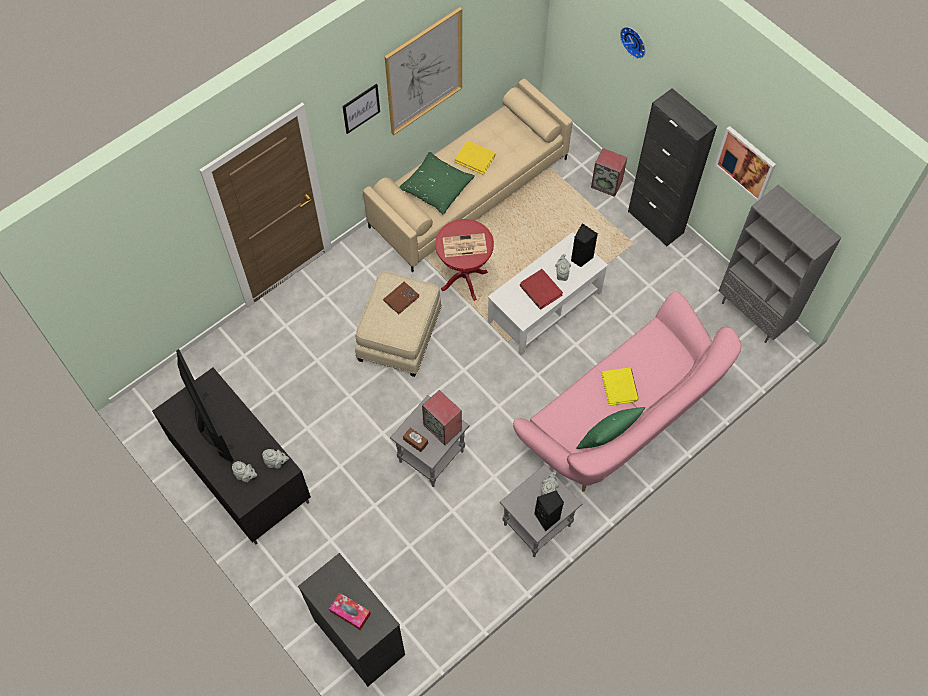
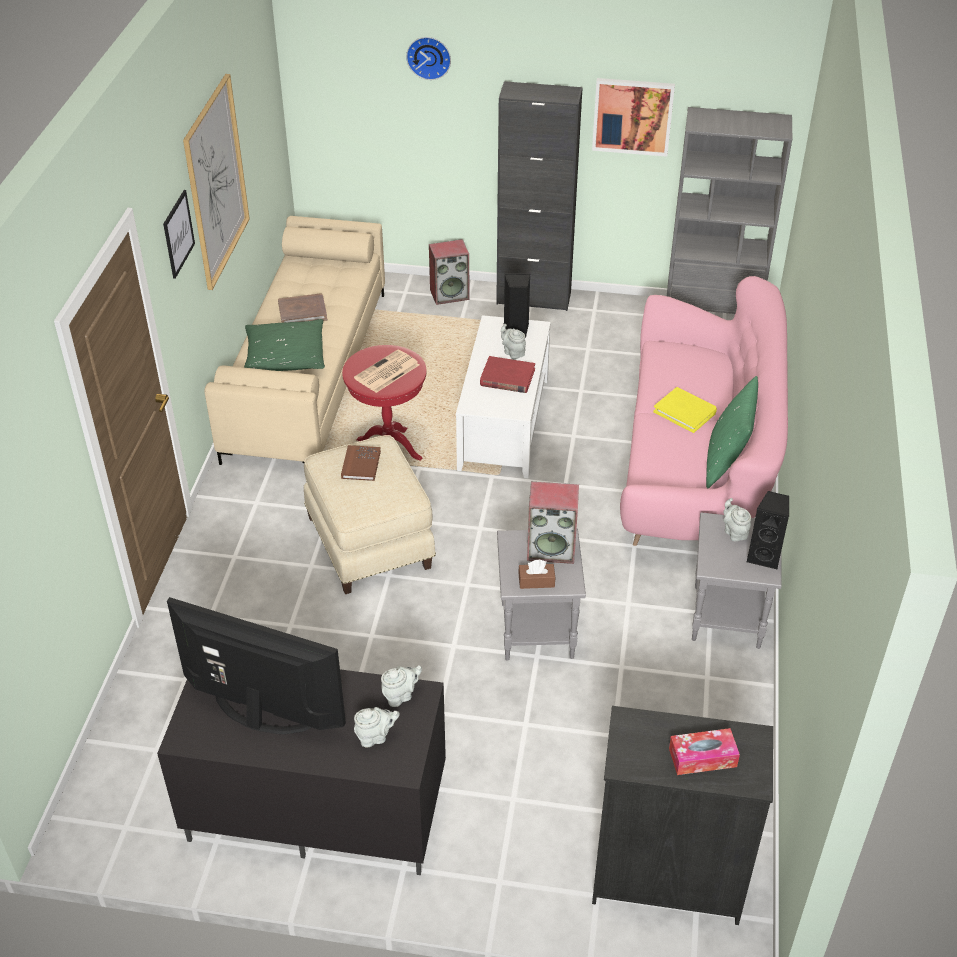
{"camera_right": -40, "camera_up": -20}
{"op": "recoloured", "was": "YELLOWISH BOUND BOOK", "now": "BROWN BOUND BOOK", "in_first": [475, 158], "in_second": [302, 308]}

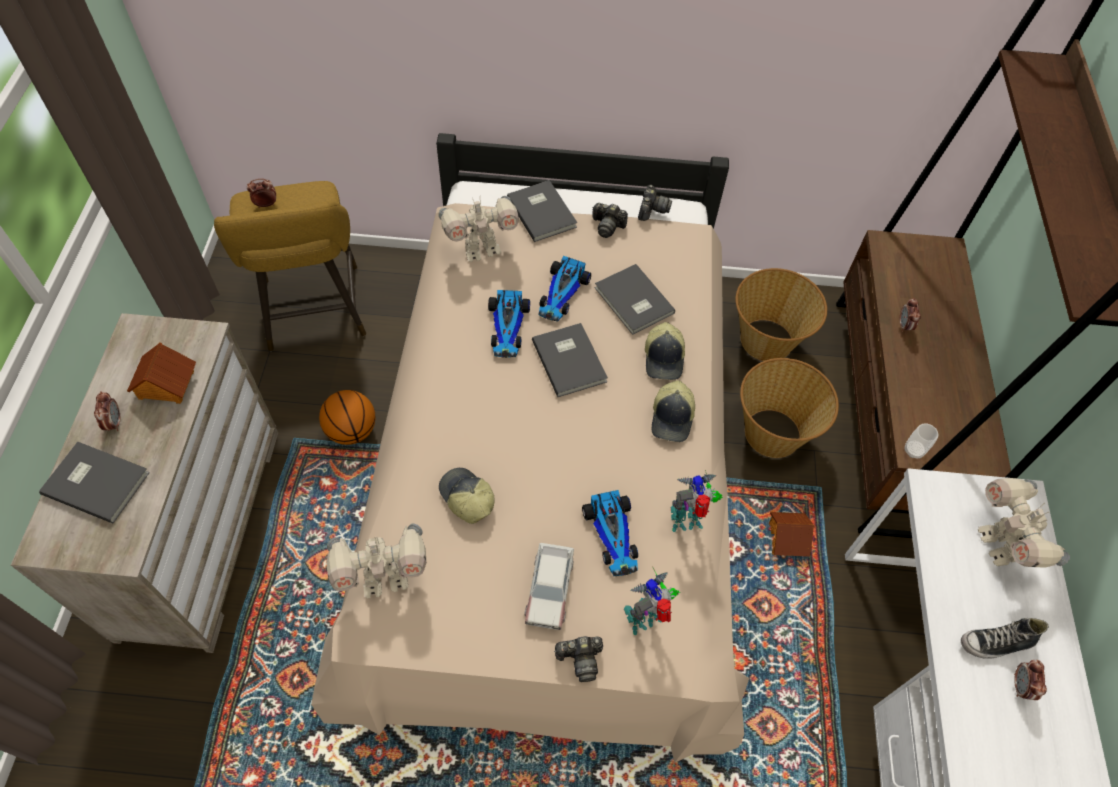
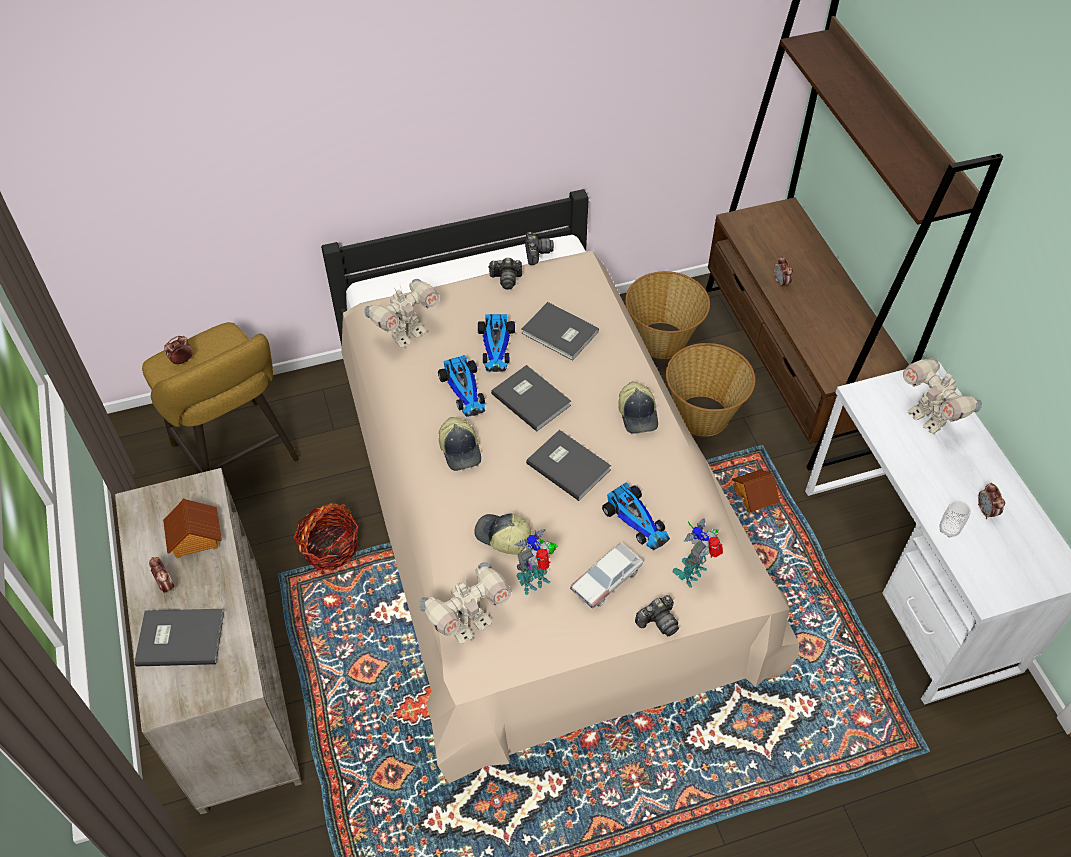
{"camera_right": -20, "camera_up": -5}
{"op": "moved", "was": "GREY BOUND BOOK", "in_first": [542, 211], "in_second": [568, 465]}
{"op": "moved", "was": "PEAKED CAP", "in_first": [665, 351], "in_second": [460, 444]}
{"op": "replaced", "was": "BALL FOR BASKETBALL", "now": "HOUSEHOLD BASKET", "in_first": [347, 417], "in_second": [326, 536]}
{"op": "moved", "was": "CUP", "in_first": [921, 441], "in_second": [955, 518]}
{"op": "moved", "was": "ROBOT FIGURE", "in_first": [697, 501], "in_second": [535, 562]}
{"op": "turned", "was": "MODEL CAR", "in_first": [549, 586], "in_second": [606, 575], "clockwise": 60}
{"op": "removed", "was": "LOW SHOE", "in_first": [1004, 638]}

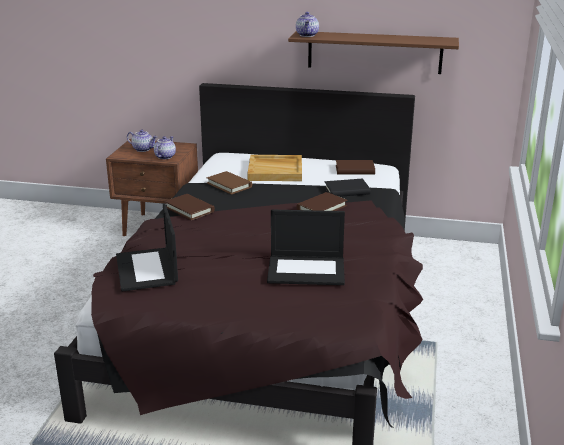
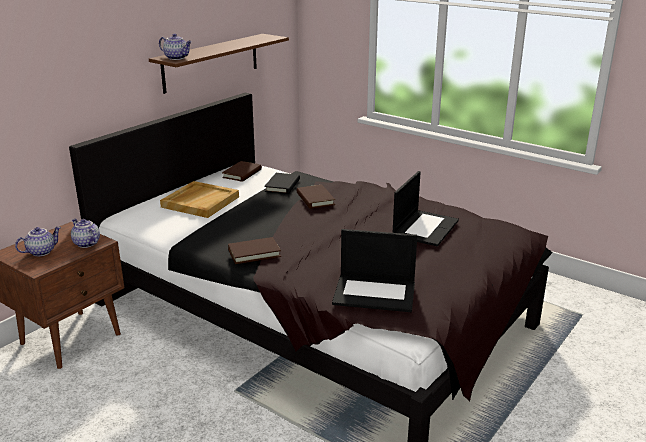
{"camera_right": -65, "camera_up": 0}
{"op": "removed", "was": "BROWN BOUND BOOK", "in_first": [229, 183]}

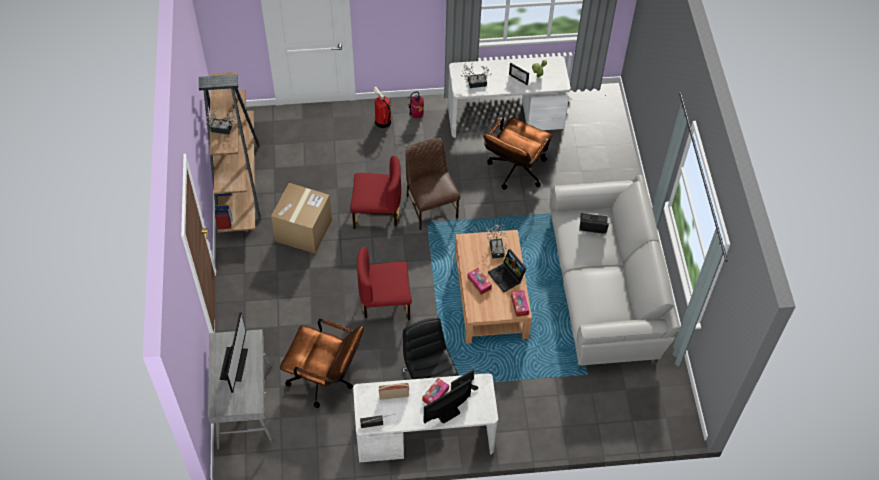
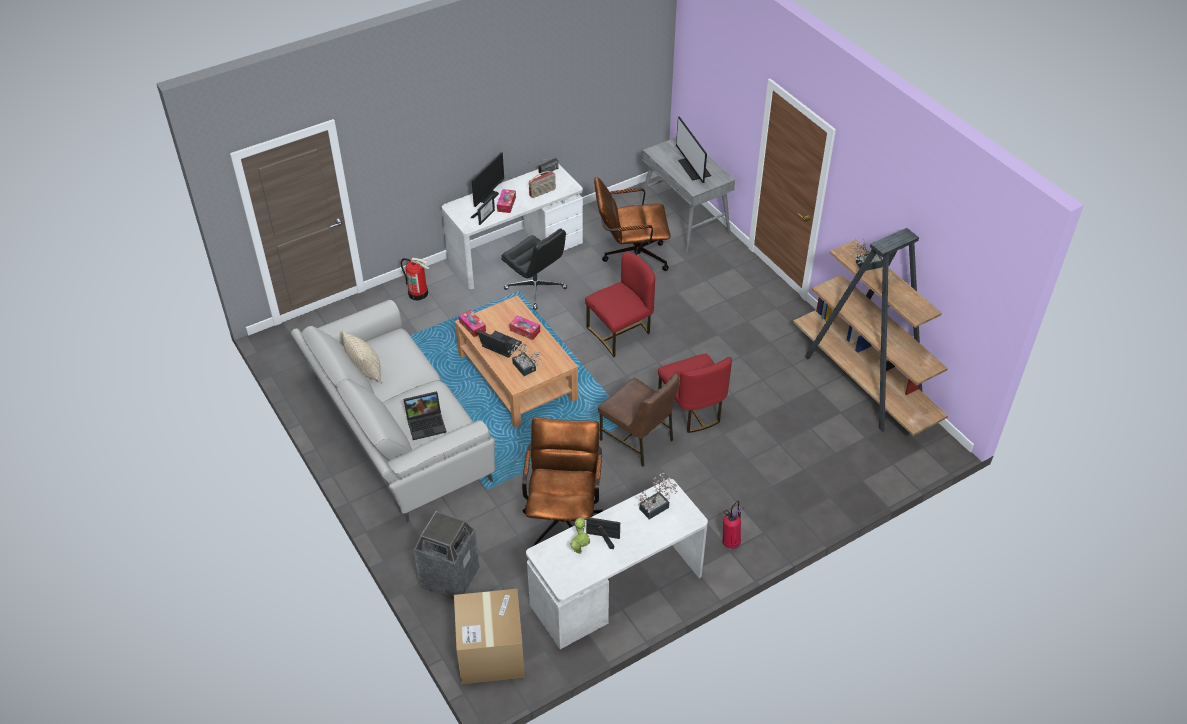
{"camera_right": 155, "camera_up": -10}
{"op": "moved", "was": "EXTINGUISHER", "in_first": [382, 107], "in_second": [415, 278]}
{"op": "turned", "was": "RED-COLOURED UPRIGHT CHAIR", "in_first": [375, 192], "in_second": [695, 393], "clockwise": -90}
{"op": "moved", "was": "PACKING BOX", "in_first": [301, 218], "in_second": [489, 636]}
{"op": "added", "now": "BEIGE-COLOURED PILLOW", "in_second": [362, 357]}
{"op": "added", "now": "TRASH CAN", "in_second": [447, 555]}

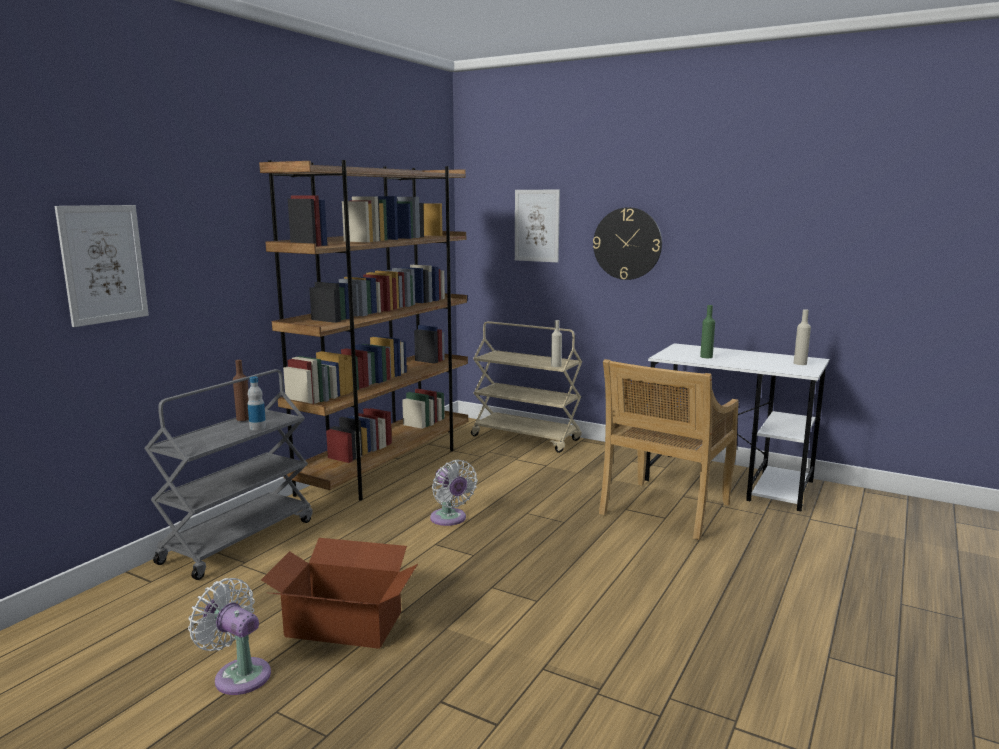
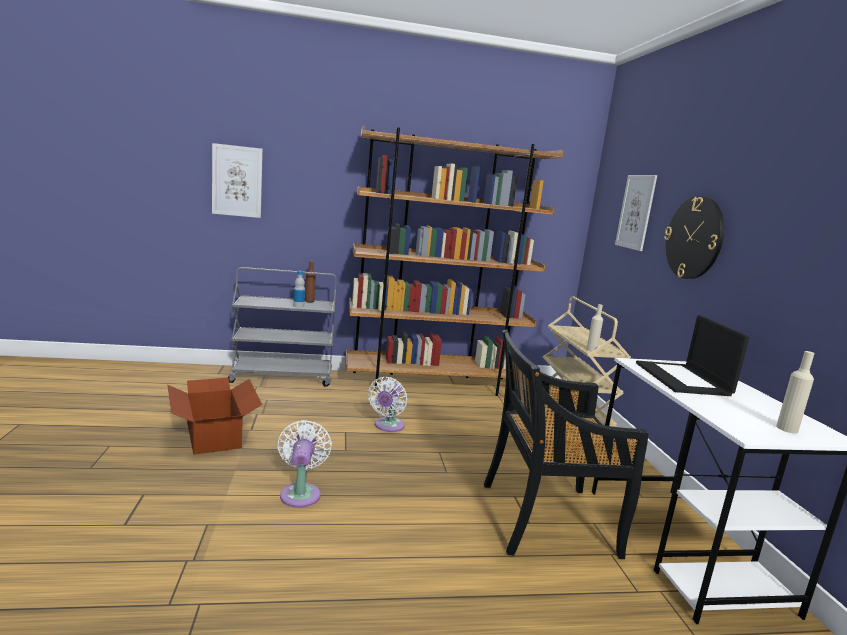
{"camera_right": 50, "camera_up": 0}
{"op": "replaced", "was": "GREEN BEVERAGE BOTTLE", "now": "LAPTOP", "in_first": [707, 331], "in_second": [692, 355]}
{"op": "recoloured", "was": "BEIGE-COLOURED UPRIGHT CHAIR", "now": "BLACK UPRIGHT CHAIR", "in_first": [669, 449], "in_second": [566, 444]}
{"op": "moved", "was": "WHITE-COLOURED COOLING FAN", "in_first": [229, 636], "in_second": [304, 464]}

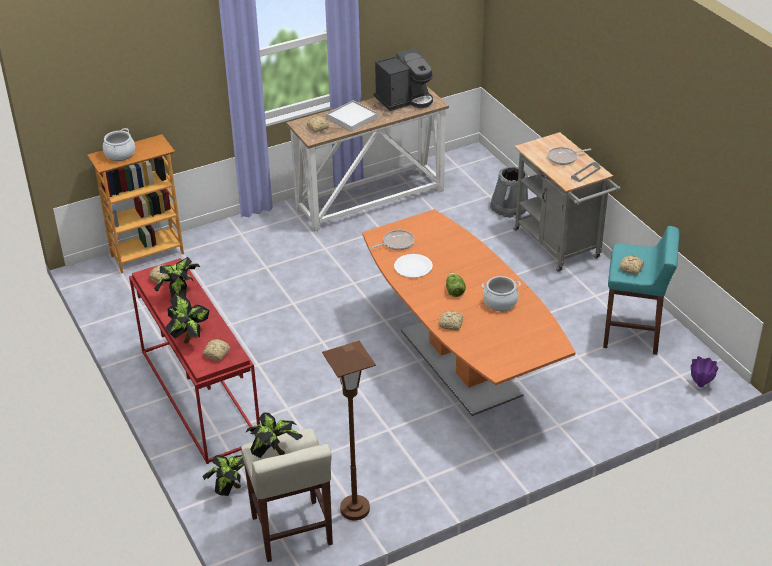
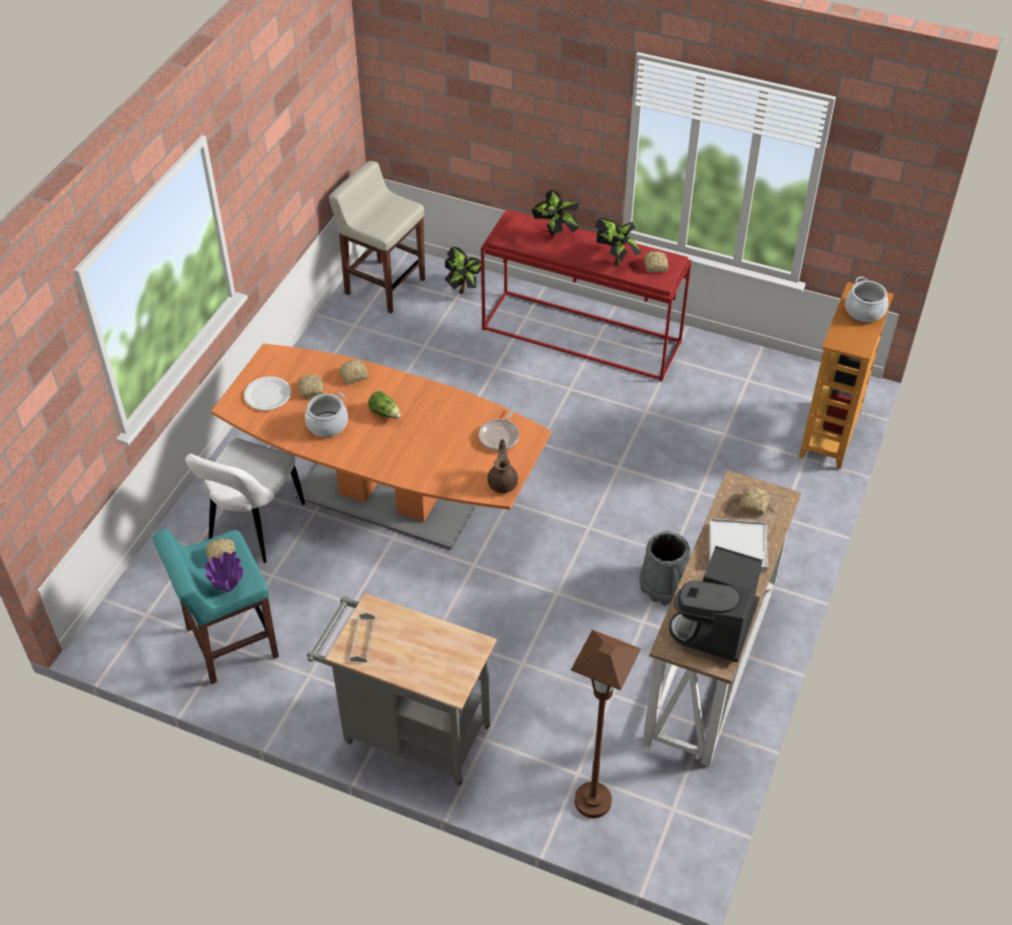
{"camera_right": 140, "camera_up": 10}
{"op": "removed", "was": "SKILLET", "in_first": [569, 156]}
{"op": "moved", "was": "GREY WATER BUCKET", "in_first": [509, 192], "in_second": [664, 568]}
{"op": "moved", "was": "WHITE-COLOURED PLATE", "in_first": [413, 266], "in_second": [267, 393]}
{"op": "moved", "was": "BAKERY BREAD", "in_first": [216, 350], "in_second": [311, 386]}
{"op": "moved", "was": "BROWN STANDARD LAMP", "in_first": [349, 430], "in_second": [606, 724]}
{"op": "moved", "was": "PURPLISH DECORATIVE VASE", "in_first": [705, 371], "in_second": [223, 571]}
{"op": "removed", "was": "PLANT IN A POT", "in_first": [274, 435]}
{"op": "added", "now": "WHITE-COLOURED UPRIGHT CHAIR", "in_second": [245, 500]}
{"op": "added", "now": "BROWN POT FOR TEA", "in_second": [502, 466]}

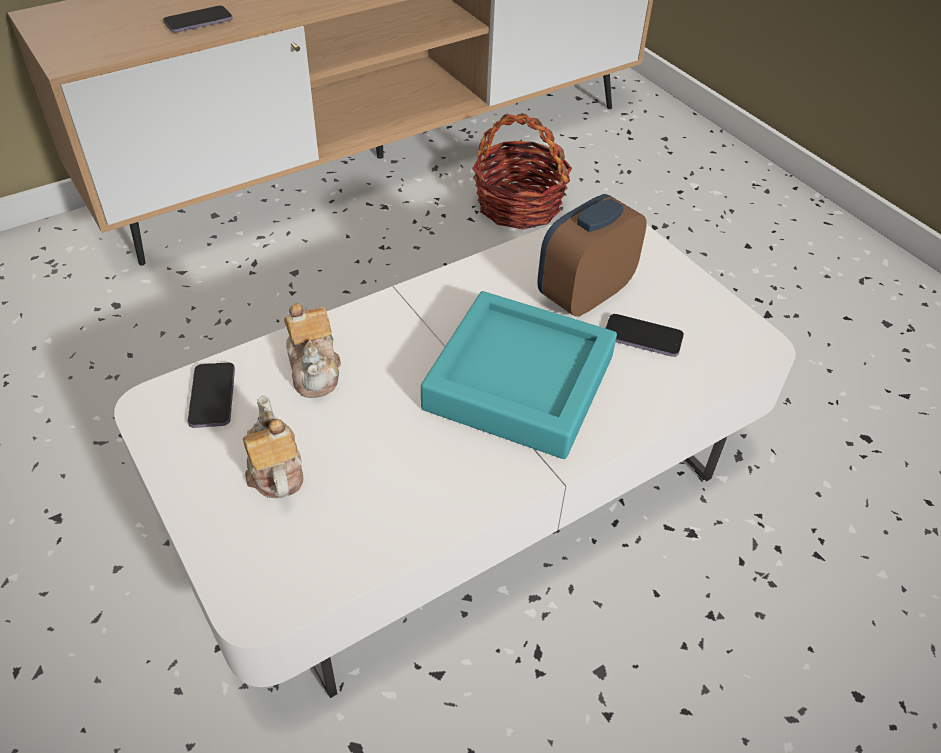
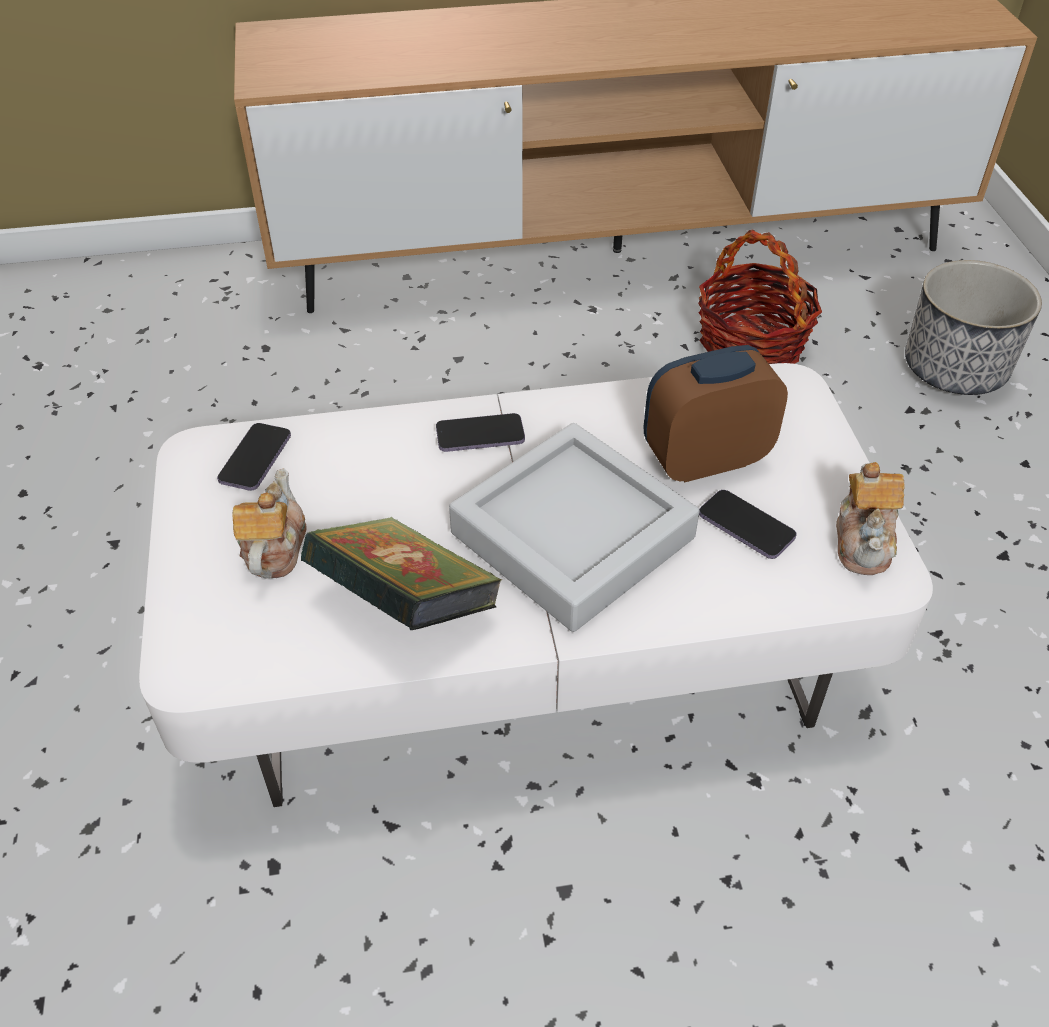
{"camera_right": 25, "camera_up": 0}
{"op": "moved", "was": "PHONE", "in_first": [197, 19], "in_second": [480, 432]}
{"op": "recoloured", "was": "TURQUOISE CARRYING TRAY", "now": "GREY CARRYING TRAY", "in_first": [519, 375], "in_second": [574, 527]}
{"op": "moved", "was": "POT FOR TEA", "in_first": [312, 350], "in_second": [870, 518]}
{"op": "added", "now": "FLOWER POT", "in_second": [973, 327]}
{"op": "added", "now": "BOUND BOOK", "in_second": [402, 573]}

